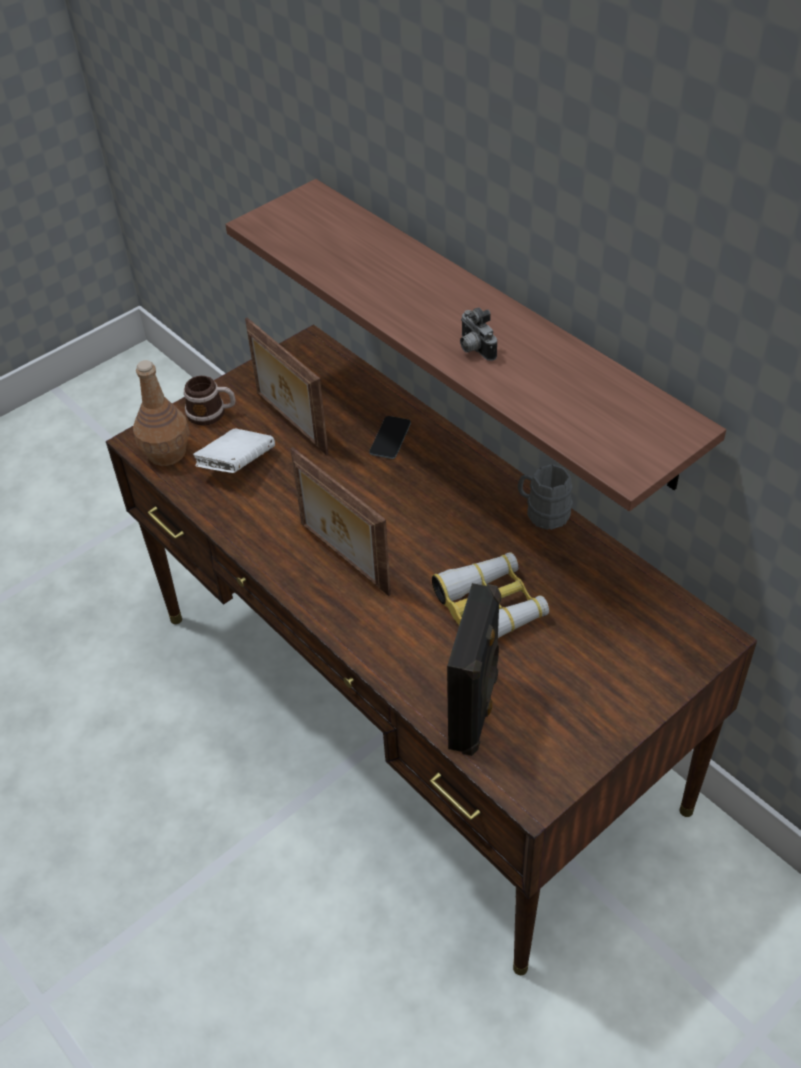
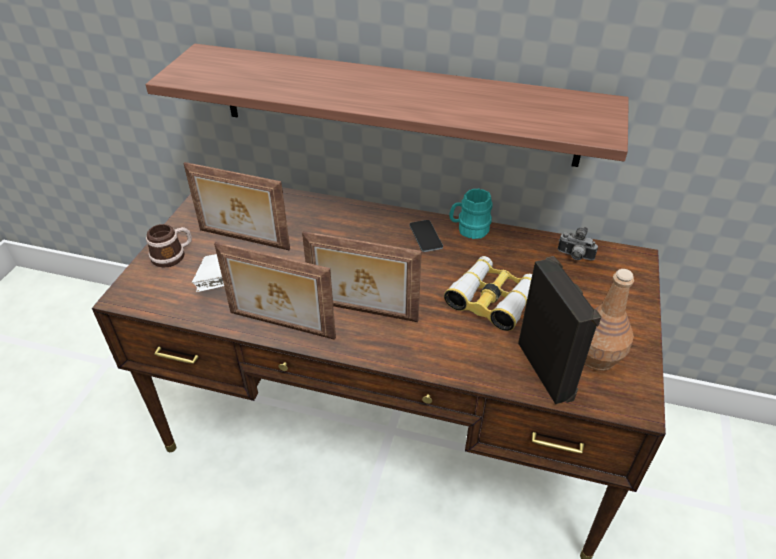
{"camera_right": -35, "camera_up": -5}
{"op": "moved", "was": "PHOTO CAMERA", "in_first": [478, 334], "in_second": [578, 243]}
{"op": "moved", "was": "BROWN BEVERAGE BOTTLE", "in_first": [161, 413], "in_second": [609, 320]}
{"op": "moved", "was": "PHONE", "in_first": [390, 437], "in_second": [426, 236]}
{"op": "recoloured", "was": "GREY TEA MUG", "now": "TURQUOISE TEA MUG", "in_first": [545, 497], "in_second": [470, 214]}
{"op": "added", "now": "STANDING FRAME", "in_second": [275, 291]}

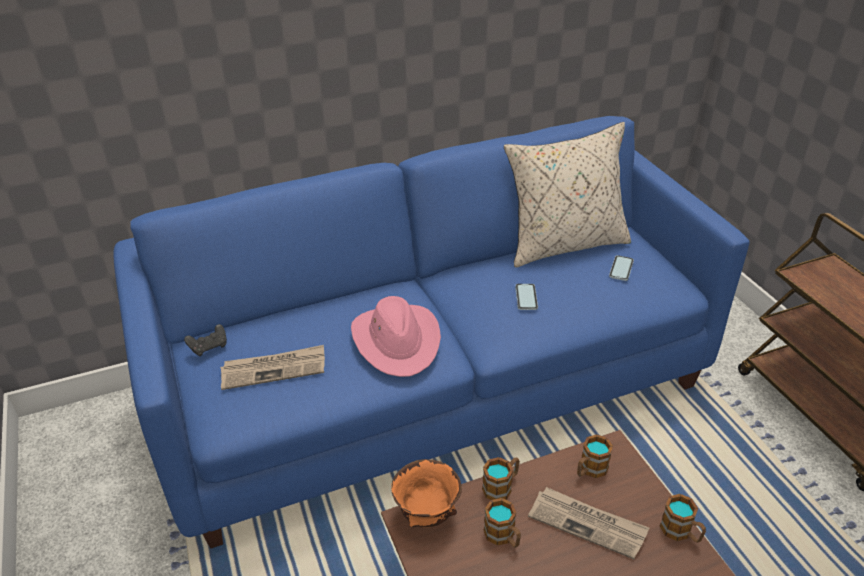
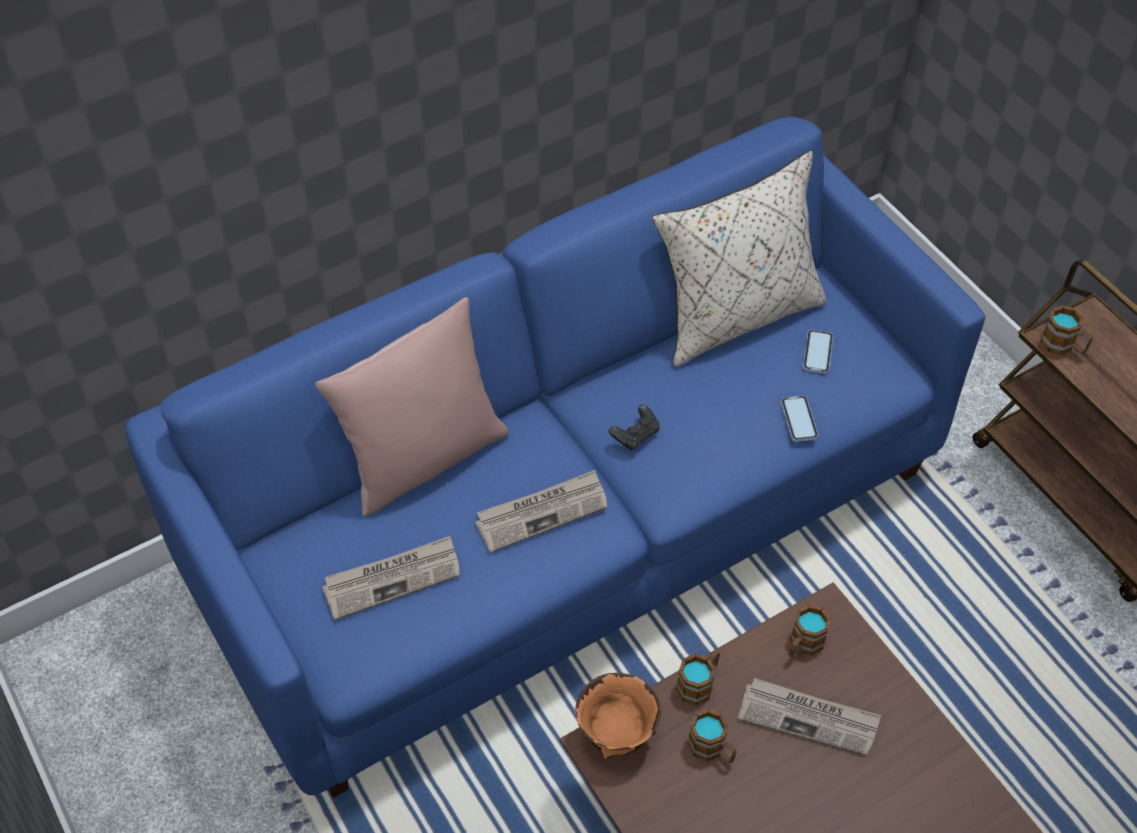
{"camera_right": -10, "camera_up": 15}
{"op": "moved", "was": "PHONE", "in_first": [526, 297], "in_second": [799, 418]}
{"op": "replaced", "was": "PINKISH WEARABLE HAT", "now": "NEWSPAPER", "in_first": [396, 336], "in_second": [541, 511]}
{"op": "moved", "was": "BLACK GAME CONTROLLER", "in_first": [205, 340], "in_second": [634, 427]}
{"op": "moved", "was": "TEA MUG", "in_first": [683, 518], "in_second": [1066, 330]}
{"op": "added", "now": "PINKISH PILLOW", "in_second": [412, 407]}

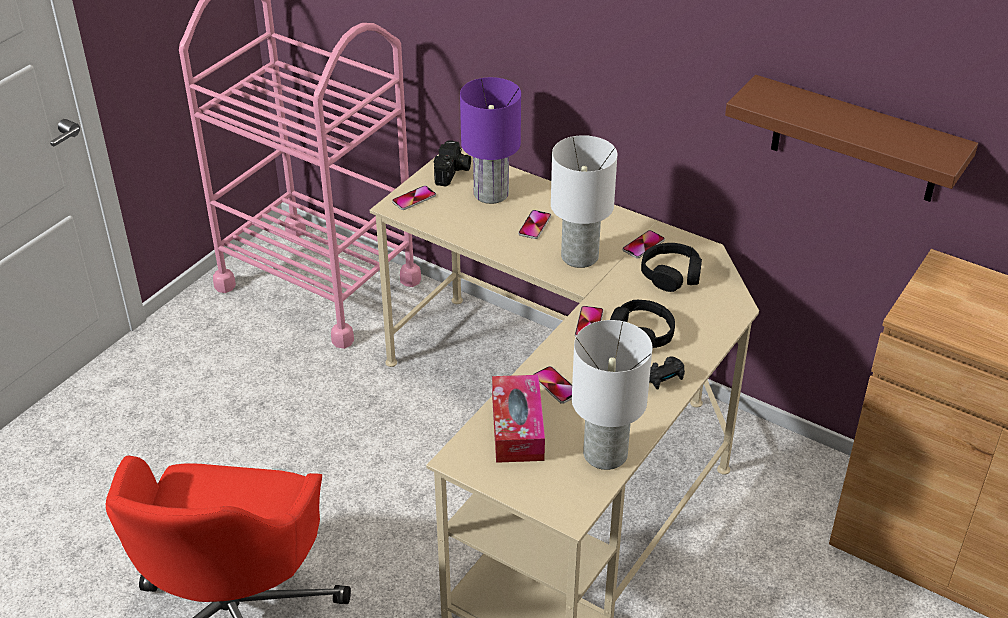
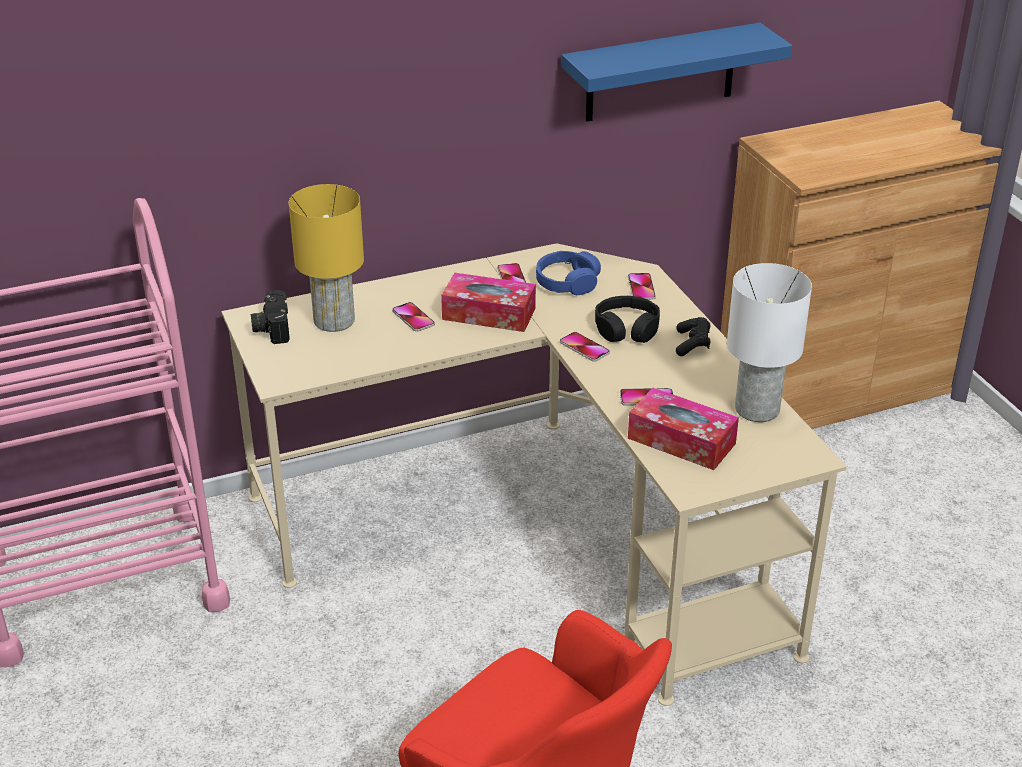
{"camera_right": -55, "camera_up": -5}
{"op": "recoloured", "was": "BROWN WALL SHELF", "now": "BLUISH WALL SHELF", "in_first": [851, 138], "in_second": [676, 72]}
{"op": "recoloured", "was": "PURPLISH TABLE LAMP", "now": "YELLOWISH TABLE LAMP", "in_first": [490, 140], "in_second": [326, 258]}
{"op": "replaced", "was": "WHITE-COLOURED TABLE LAMP", "now": "BOX OF TISSUES", "in_first": [584, 201], "in_second": [488, 302]}
{"op": "turned", "was": "PHOTO CAMERA", "in_first": [452, 163], "in_second": [270, 317], "clockwise": -150}
{"op": "moved", "was": "PHONE", "in_first": [414, 198], "in_second": [642, 286]}
{"op": "recoloured", "was": "BLACK PAIR OF HEADPHONES", "now": "BLUISH PAIR OF HEADPHONES", "in_first": [671, 267], "in_second": [568, 273]}

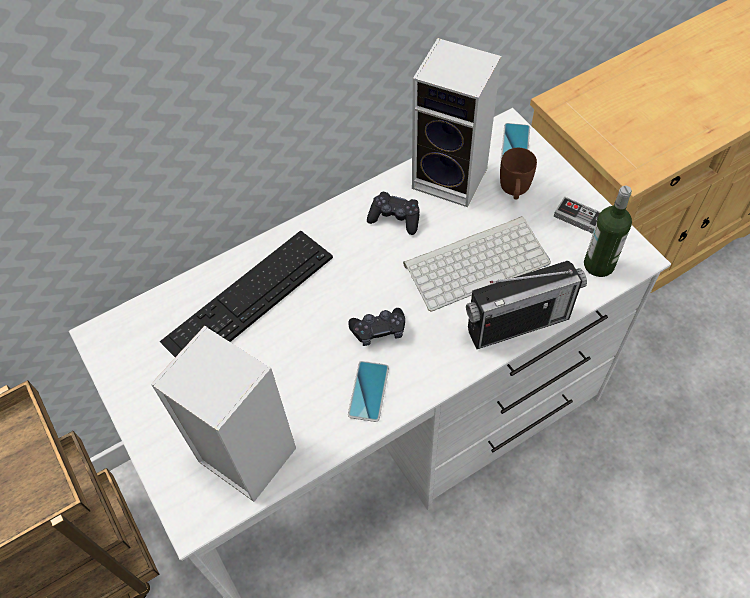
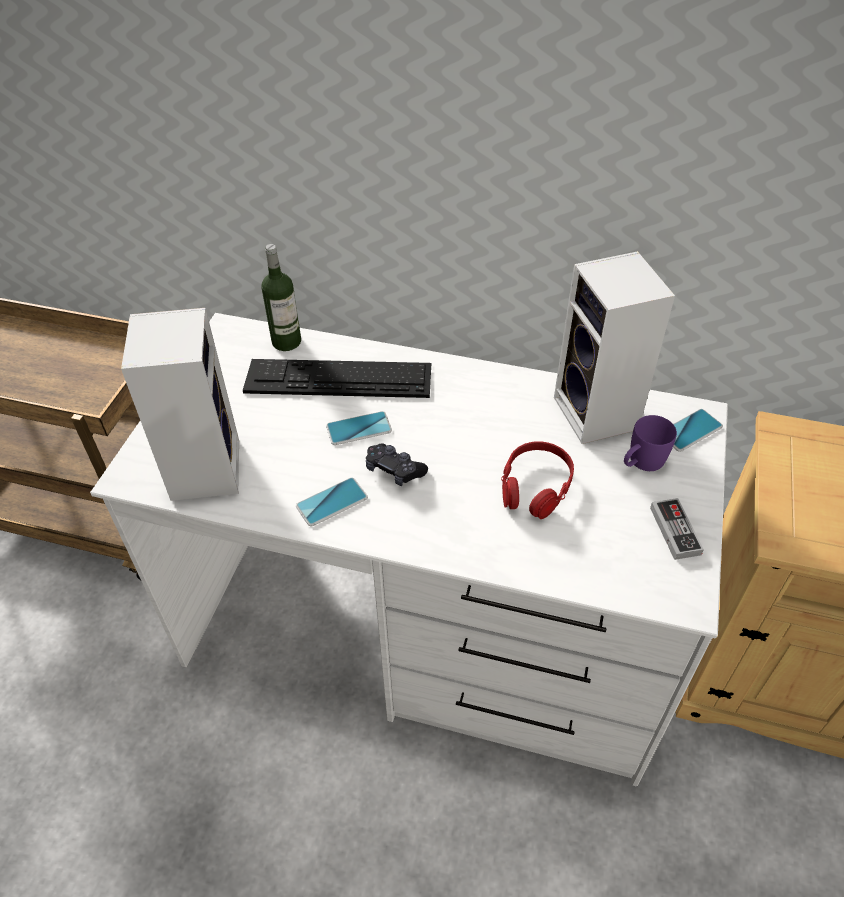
{"camera_right": 45, "camera_up": -10}
{"op": "recoloured", "was": "BROWN TEA MUG", "now": "PURPLISH TEA MUG", "in_first": [518, 174], "in_second": [650, 443]}
{"op": "moved", "was": "BEVERAGE BOTTLE", "in_first": [608, 231], "in_second": [281, 297]}
{"op": "removed", "was": "BLACK GAME CONTROLLER", "in_first": [393, 213]}
{"op": "replaced", "was": "KEYBOARD", "now": "RED-COLOURED PAIR OF HEADPHONES", "in_first": [477, 264], "in_second": [537, 480]}
{"op": "removed", "was": "RADIO SET", "in_first": [526, 305]}
{"op": "added", "now": "PHONE", "in_second": [359, 428]}

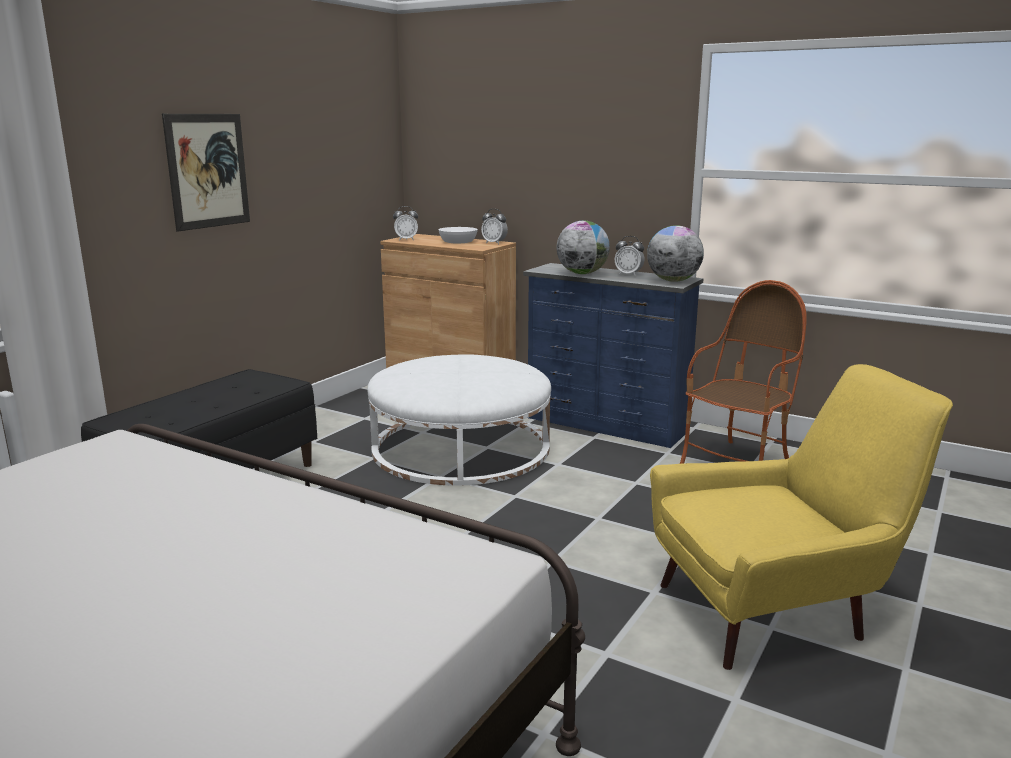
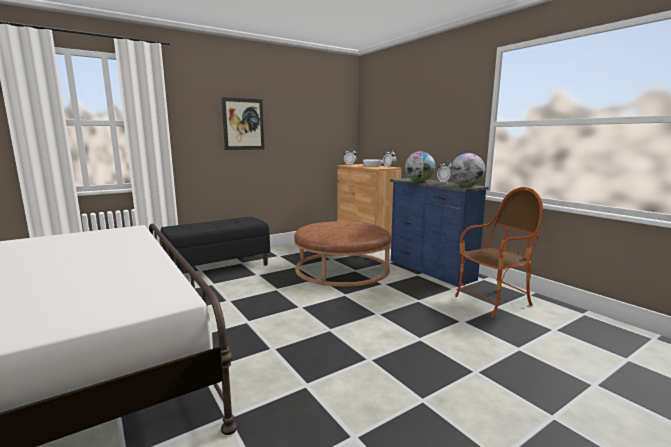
{"camera_right": 25, "camera_up": -5}
{"op": "recoloured", "was": "WHITE-COLOURED FOOTREST", "now": "BROWN FOOTREST", "in_first": [459, 420], "in_second": [342, 254]}
{"op": "removed", "was": "YELLOWISH LOUNGE CHAIR", "in_first": [801, 517]}

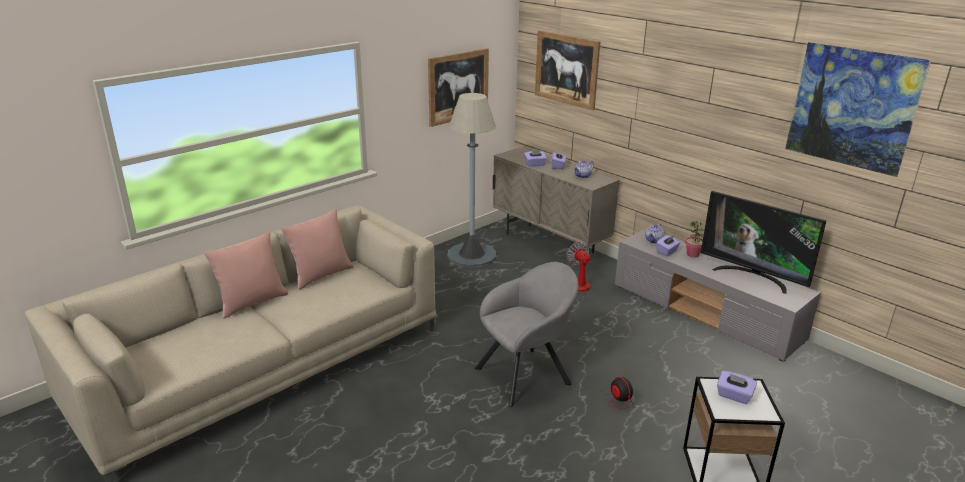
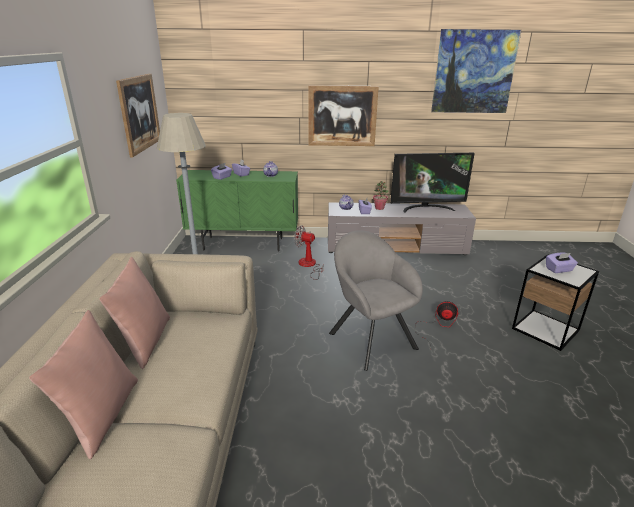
{"camera_right": -45, "camera_up": 0}
{"op": "moved", "was": "WALL PICTURE", "in_first": [567, 70], "in_second": [343, 115]}
{"op": "recoloured", "was": "BEIGE-COLOURED CUPBOARD", "now": "GREEN CUPBOARD", "in_first": [556, 205], "in_second": [237, 211]}
{"op": "turned", "was": "GREY LOUNGE CHAIR", "in_first": [526, 334], "in_second": [376, 300], "clockwise": -45}

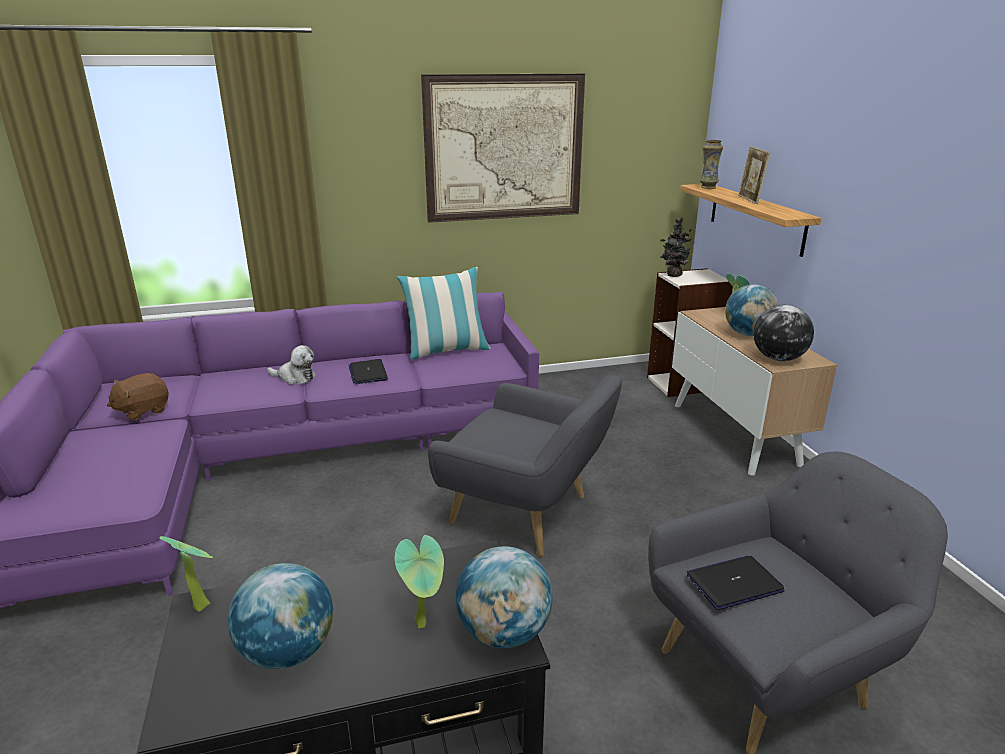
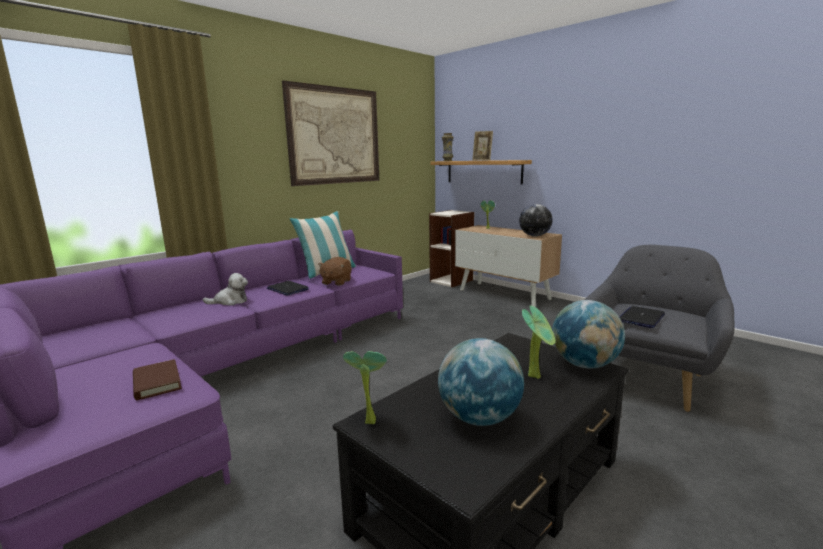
{"camera_right": -30, "camera_up": -10}
{"op": "removed", "was": "PLANT IN A POT", "in_first": [675, 247]}
{"op": "removed", "was": "WORLD GLOBE", "in_first": [752, 310]}
{"op": "moved", "was": "BROWN CUDDLY TOY", "in_first": [138, 397], "in_second": [335, 271]}
{"op": "removed", "was": "GREY LOUNGE CHAIR", "in_first": [525, 466]}
{"op": "added", "now": "BROWN BOUND BOOK", "in_second": [157, 379]}

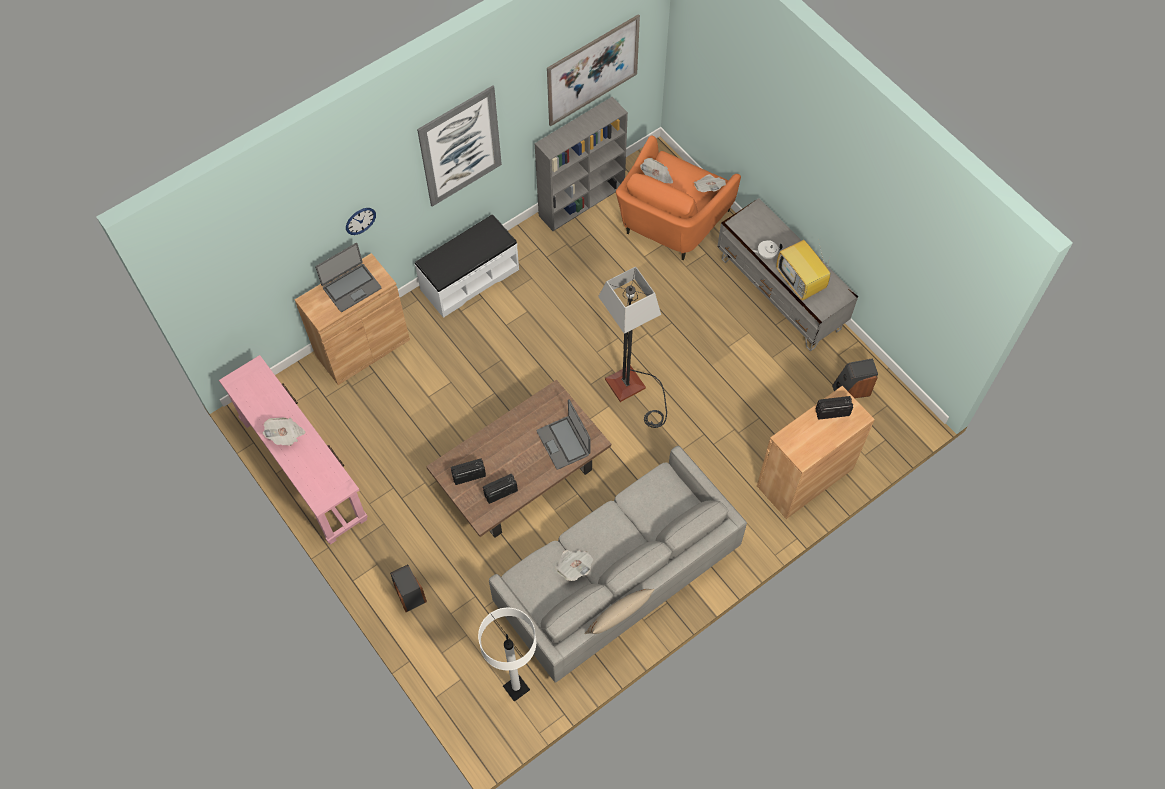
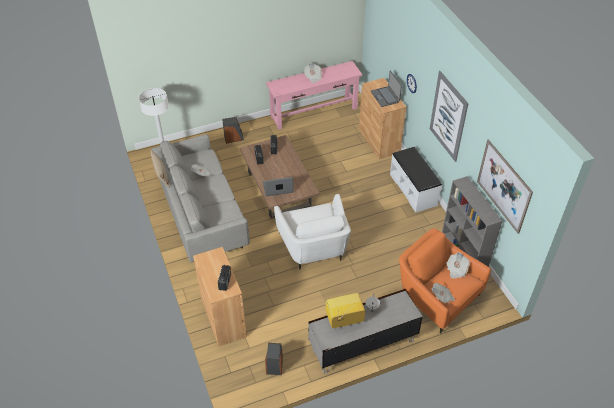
{"camera_right": 105, "camera_up": -15}
{"op": "replaced", "was": "STANDARD LAMP", "now": "WHITE-COLOURED LOUNGE CHAIR", "in_first": [632, 347], "in_second": [312, 231]}

